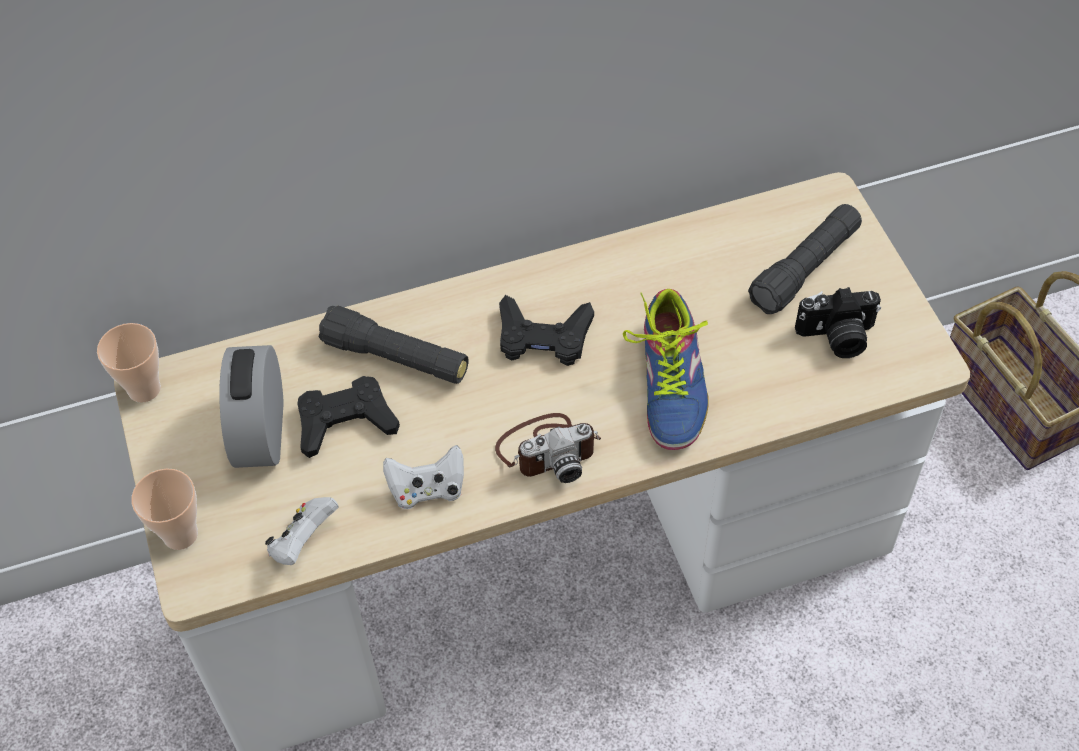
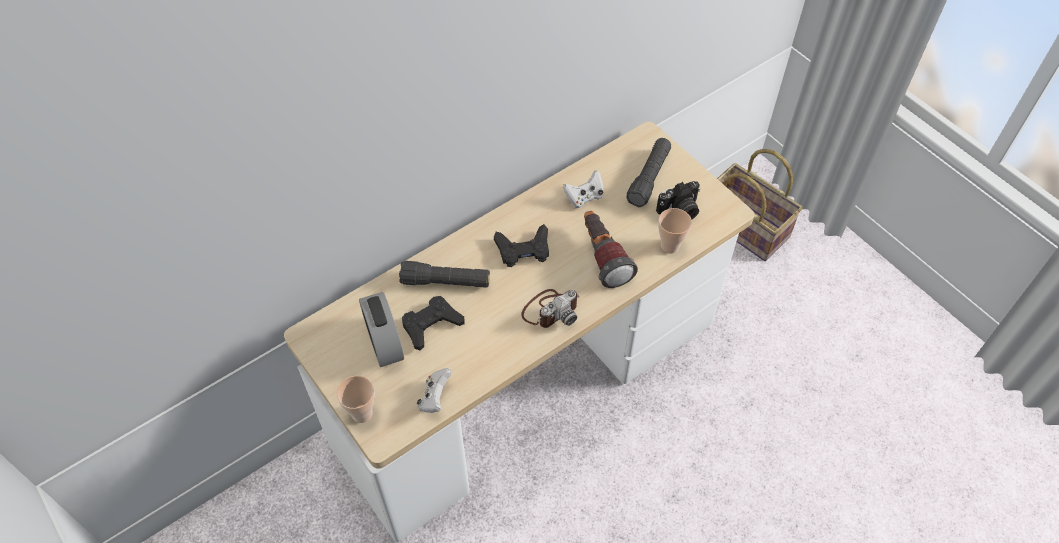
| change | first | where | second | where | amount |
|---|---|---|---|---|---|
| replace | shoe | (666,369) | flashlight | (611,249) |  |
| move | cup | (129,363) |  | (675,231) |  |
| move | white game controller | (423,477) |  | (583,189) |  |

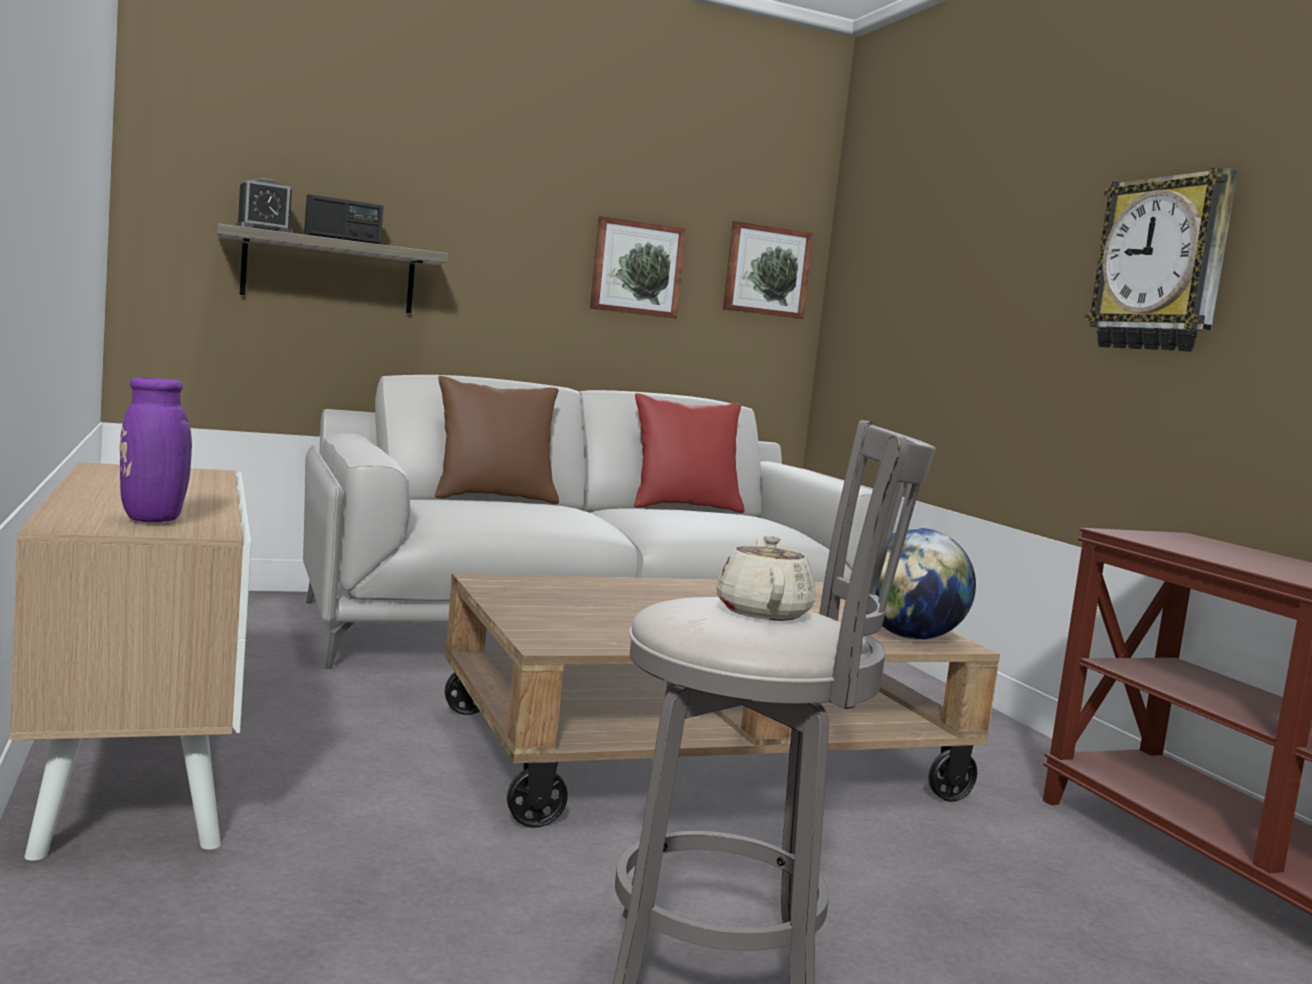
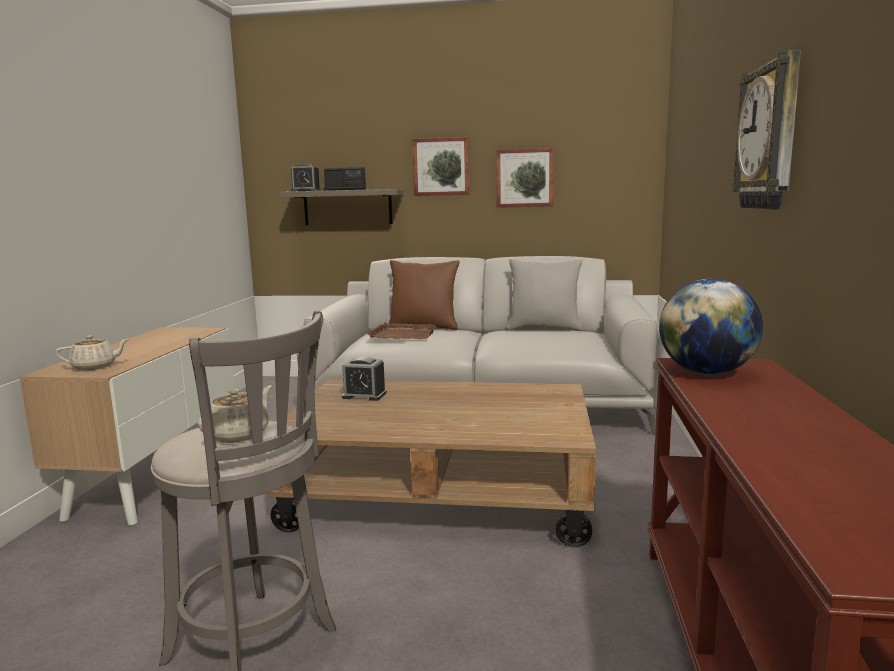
| change | first | where | second | where | amount |
|---|---|---|---|---|---|
| move | picture | (768,270) |  | (440,166) |  |
| replace | purple vase | (178,450) | beige teapot | (92,352) |  |
| recolor | red pillow | (689,453) | grey pillow | (545,295) |  |
| move | globe | (926,584) |  | (711,327) |  |
| insert |  |  | brown tray | (401,330) |  |
| insert |  |  | alarm clock | (364,379) |  |

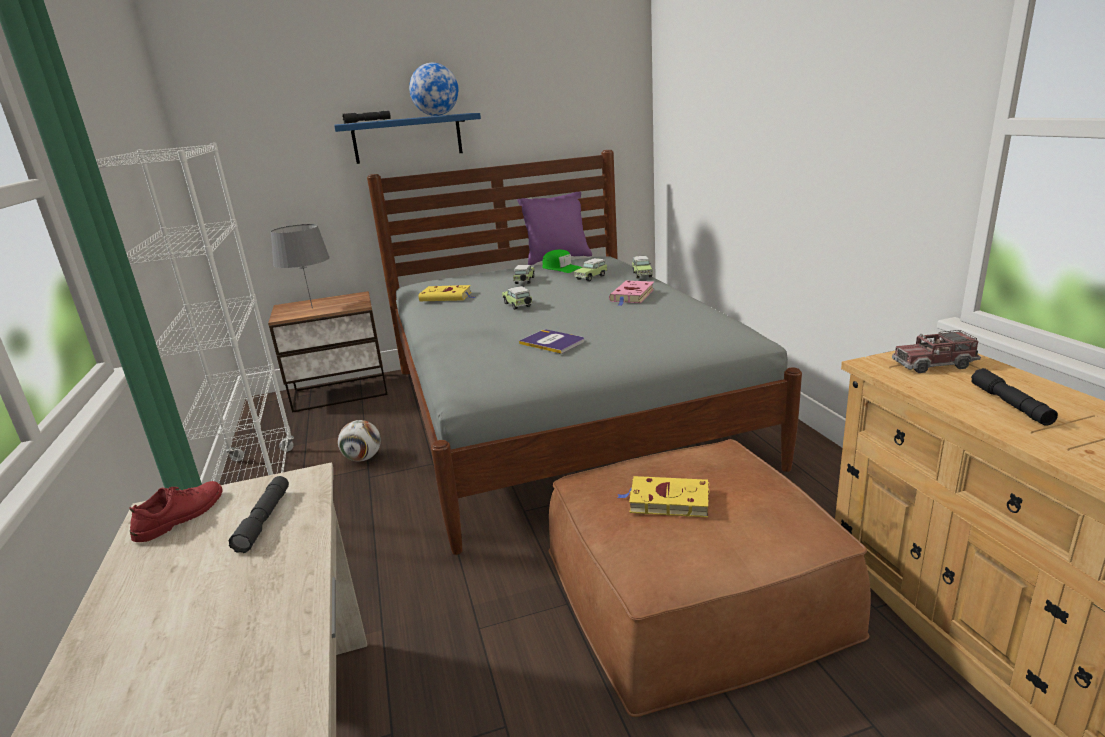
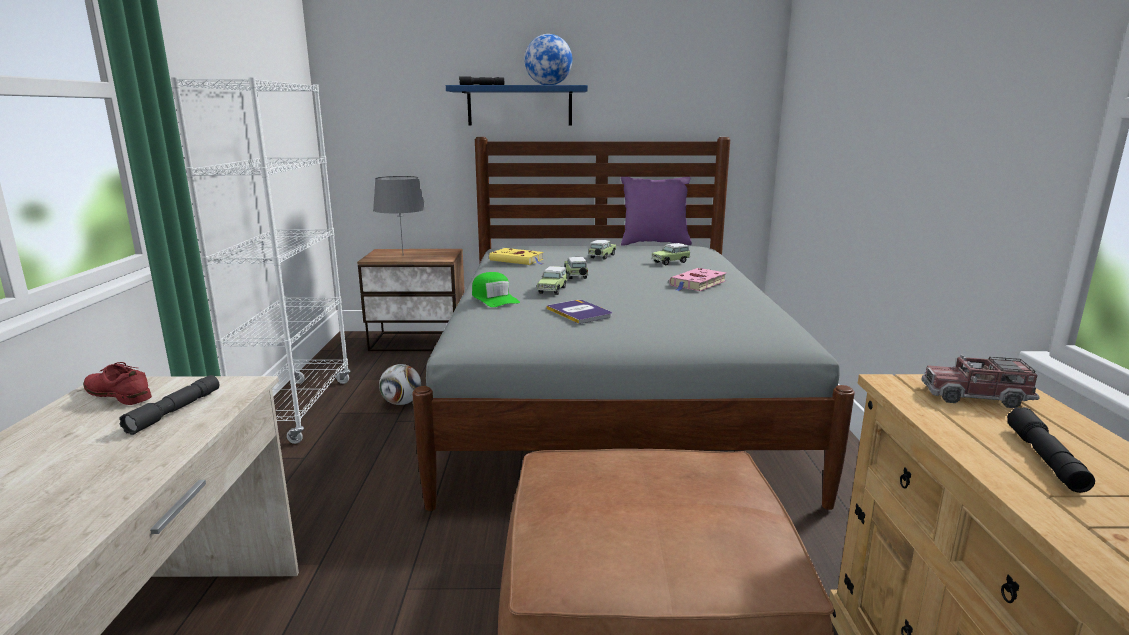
| change | first | where | second | where | amount |
|---|---|---|---|---|---|
| move | green cap | (562,261) |  | (496,289) |  |
| move | toy car | (642,267) |  | (552,280) |  |
| delete | yellow book | (663,496) |  |  |  |
| rotate | red shoe | (176,511) |  | (117,383) | 105 degrees counterclockwise |

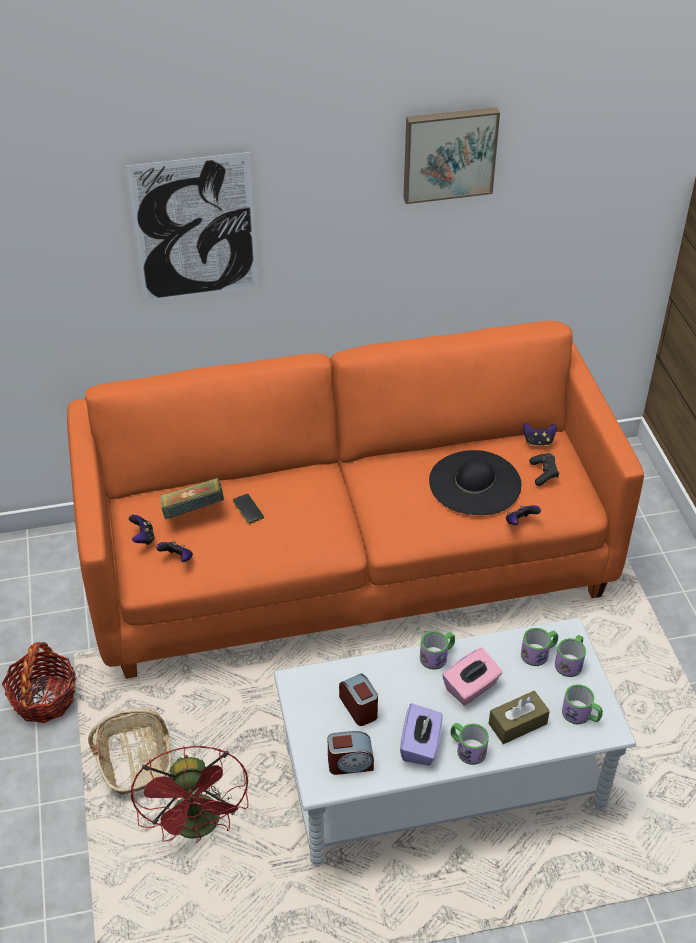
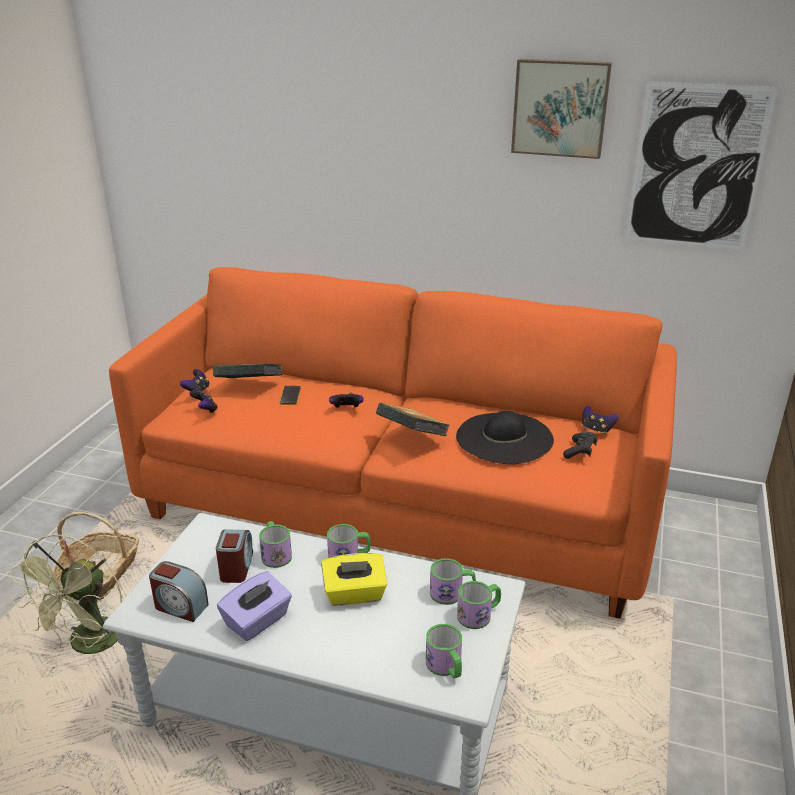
| change | first | where | second | where | amount |
|---|---|---|---|---|---|
| move | picture | (191,227) |  | (701,165) |  |
| move | game controller | (523,515) |  | (346,400) |  |
| delete | basket | (39,682) |  |  |  |
| recolor | pink tissue box | (472,676) | yellow tissue box | (354,579) |  |
| delete | brown tissue box | (519,717) |  |  |  |
| move | mug | (469,744) |  | (275,544) |  |
| recolor | red fan | (189,794) | green fan | (67,594) |  |
| insert |  |  | book | (413,419) |  |

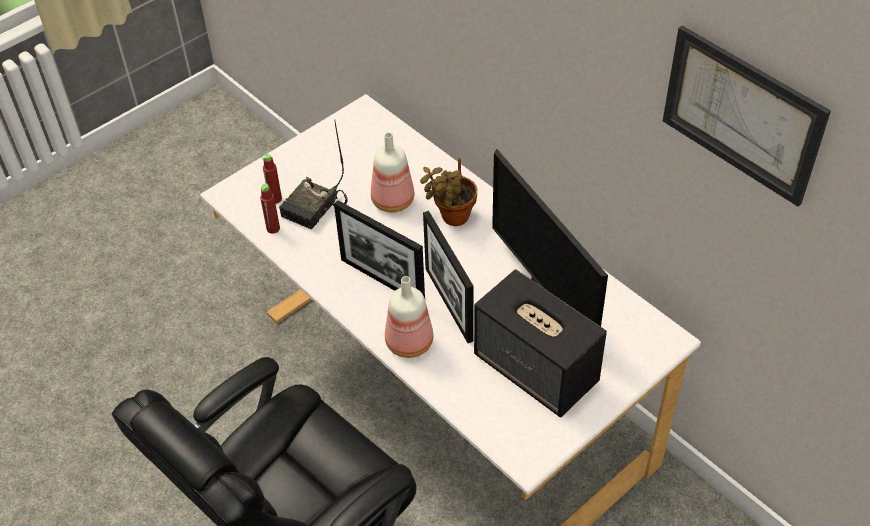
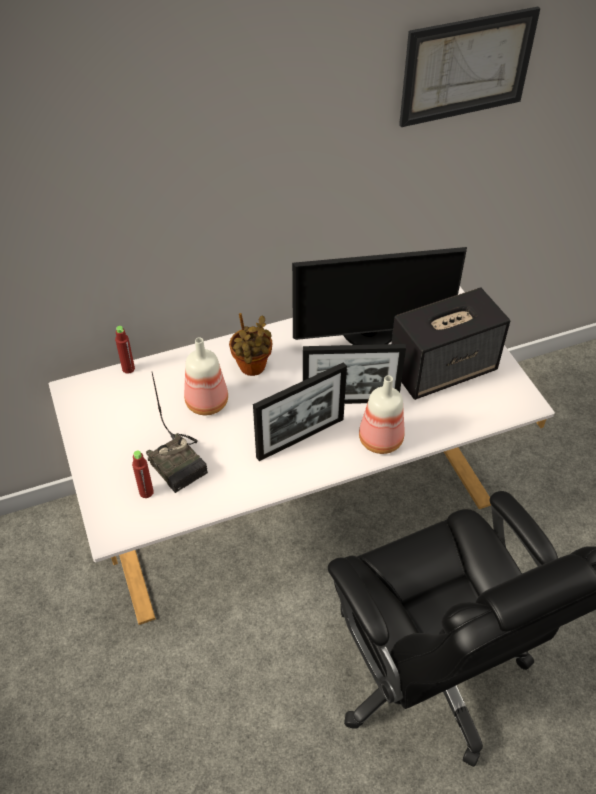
| change | first | where | second | where | amount |
|---|---|---|---|---|---|
| move | red bottle | (270,209) |  | (125,350) |  |

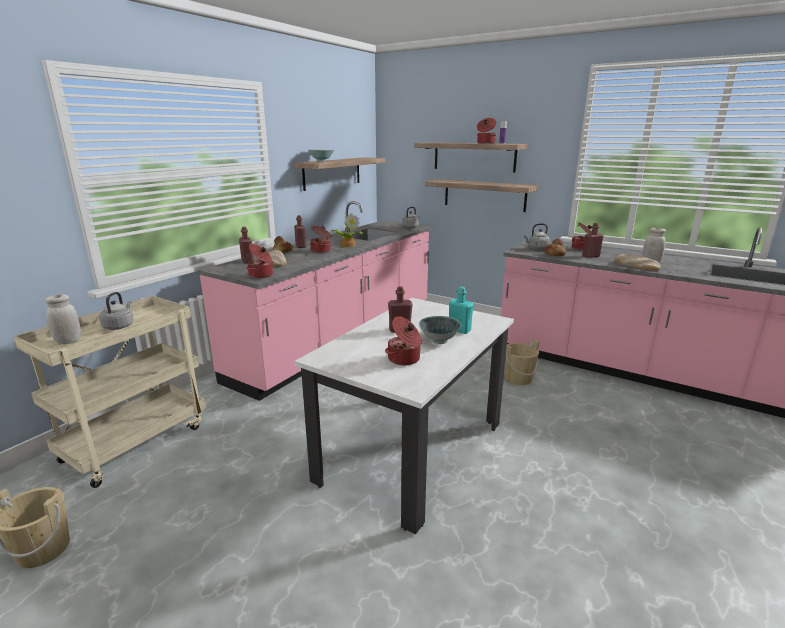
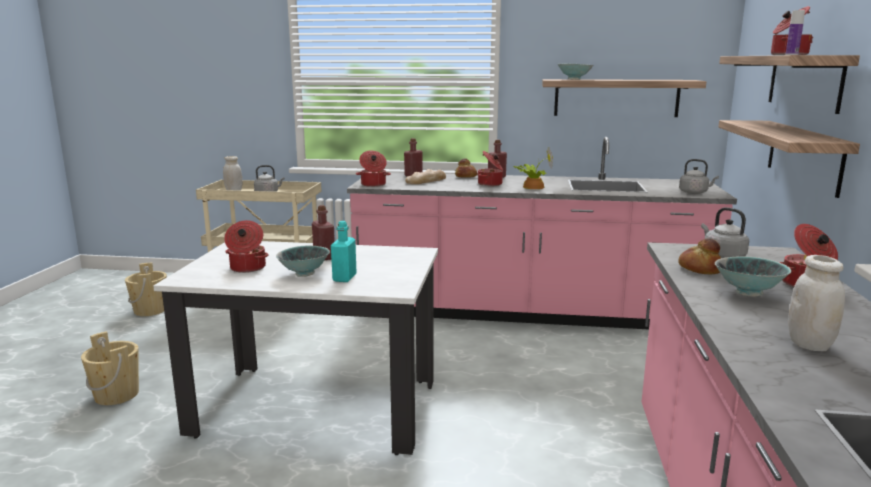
| change | first | where | second | where | amount |
|---|---|---|---|---|---|
| replace | red bottle | (592,240) | bowl | (753,276) |  |
| delete | bread | (637,262) |  |  |  |
| move | beige bucket | (522,361) |  | (110,368) |  |

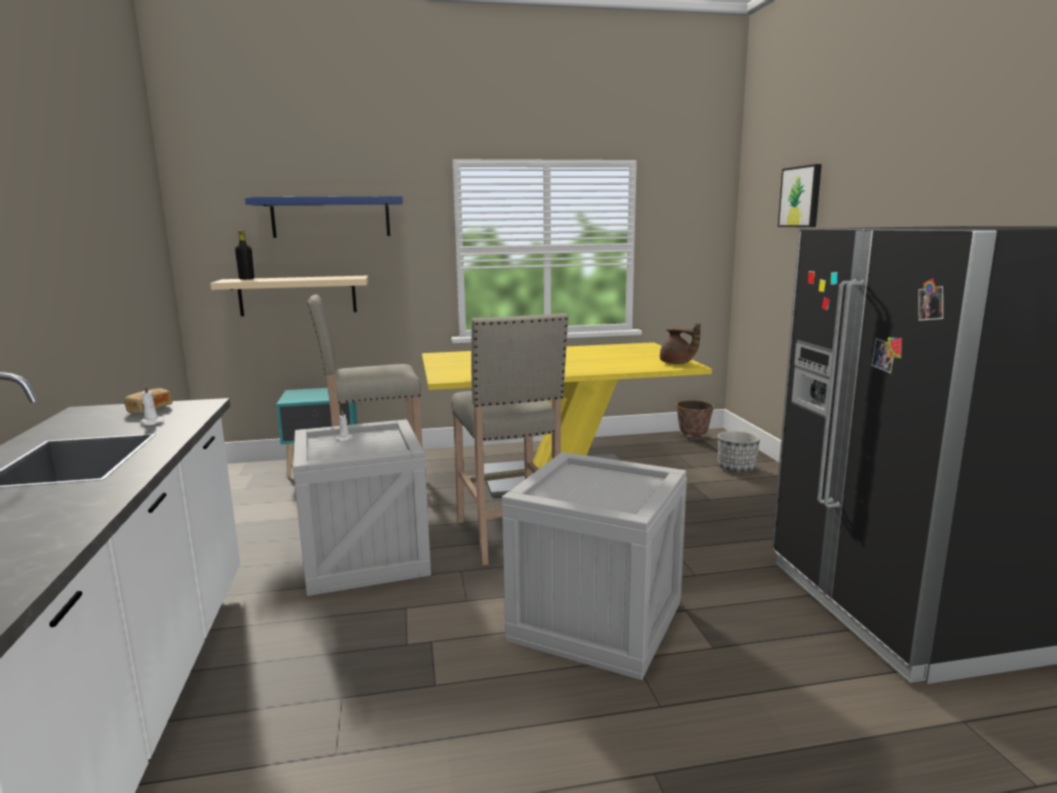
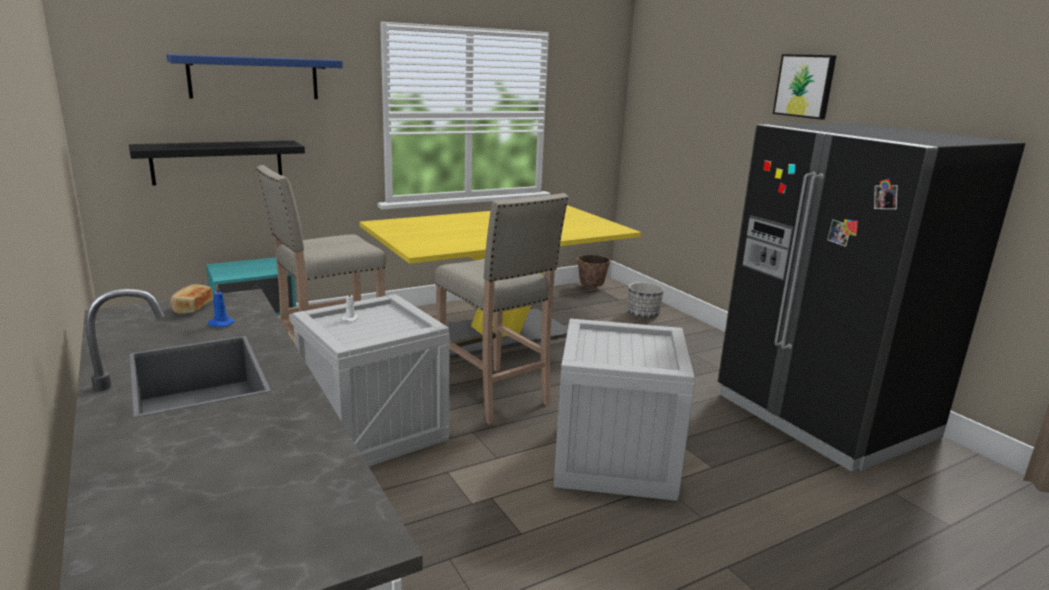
| change | first | where | second | where | amount |
|---|---|---|---|---|---|
| move | picture | (800,195) |  | (804,86) |  |
| delete | black bottle | (244,255) |  |  |  |
| recolor | beige shelf | (289,296) | black shelf | (217,163) |  |
| delete | brown teapot | (680,343) |  |  |  |
| recolor | white candle | (151,404) | blue candle | (221,305) |  |

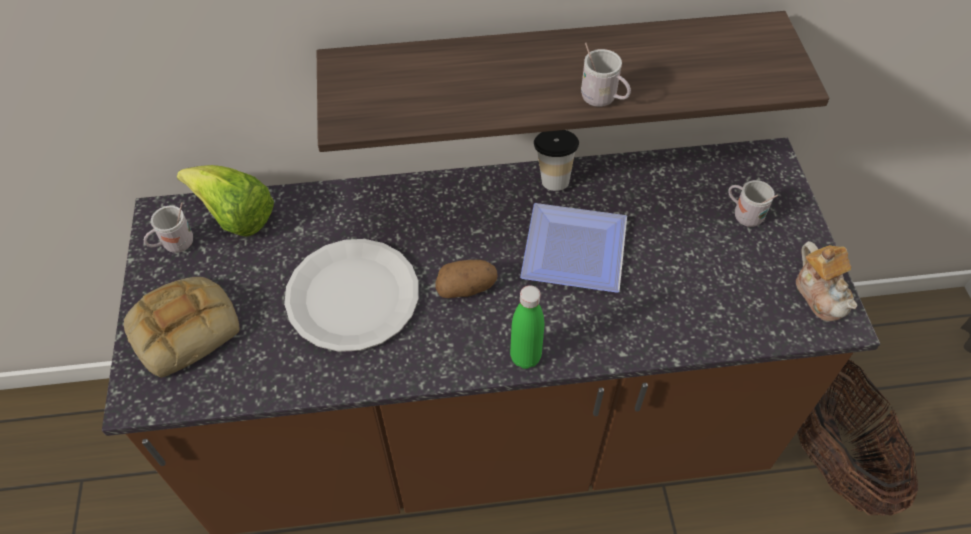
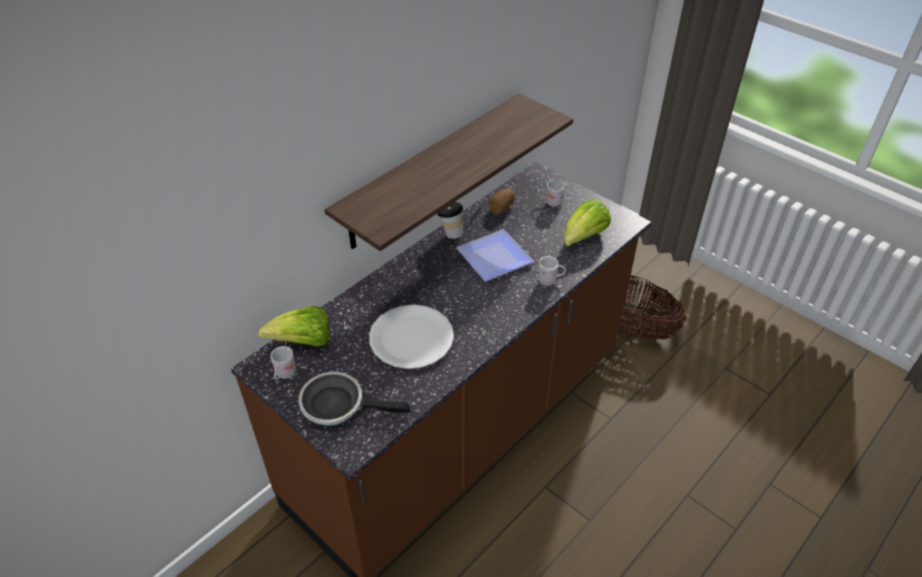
| change | first | where | second | where | amount |
|---|---|---|---|---|---|
| move | white mug | (606,74) |  | (551,271) |  |
| delete | teapot | (827,281) |  |  |  |
| move | potato | (467,279) |  | (501,201) |  |
| replace | bread | (181,327) | frying pan | (354,399) |  |
| delete | green bottle | (527,327) |  |  |  |
| insert |  |  | lettuce | (587,223) |  |

